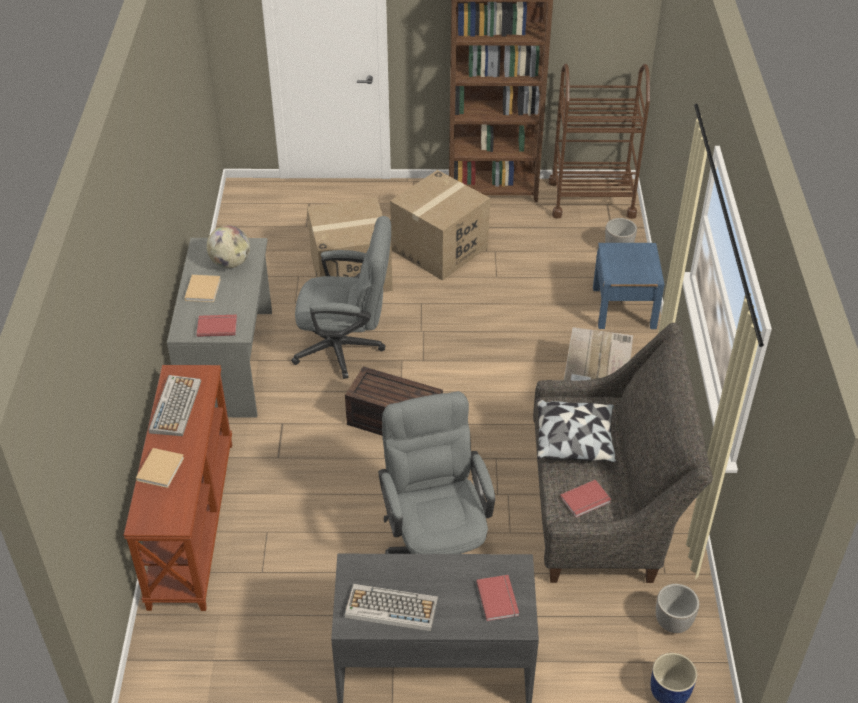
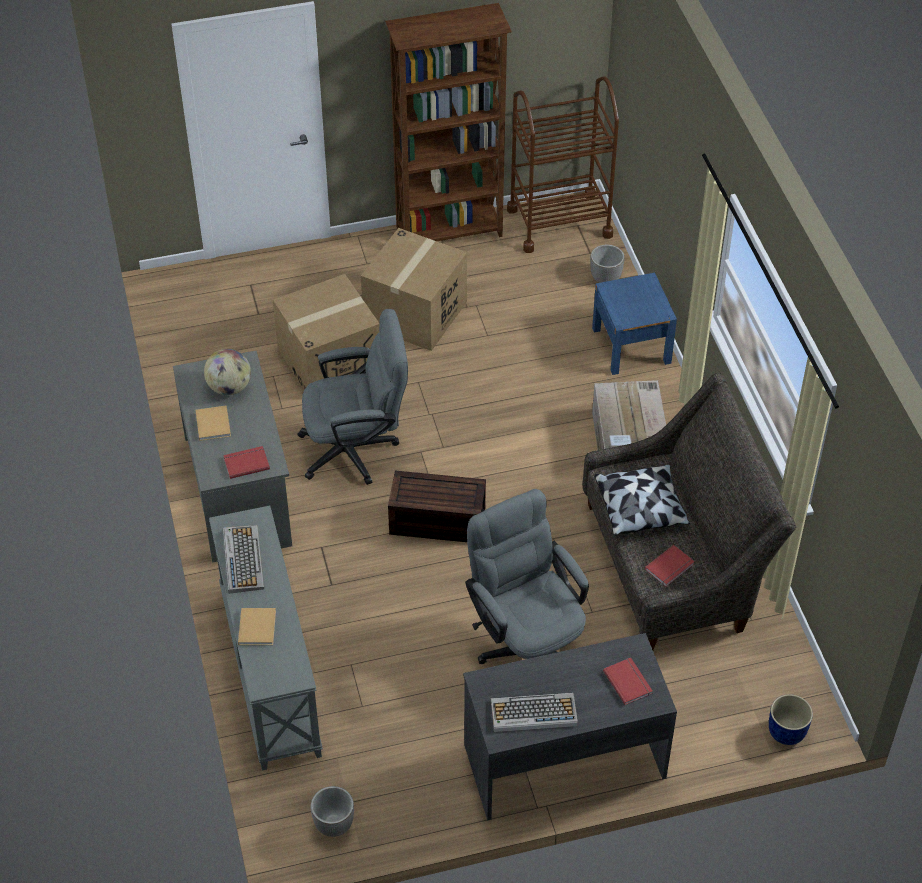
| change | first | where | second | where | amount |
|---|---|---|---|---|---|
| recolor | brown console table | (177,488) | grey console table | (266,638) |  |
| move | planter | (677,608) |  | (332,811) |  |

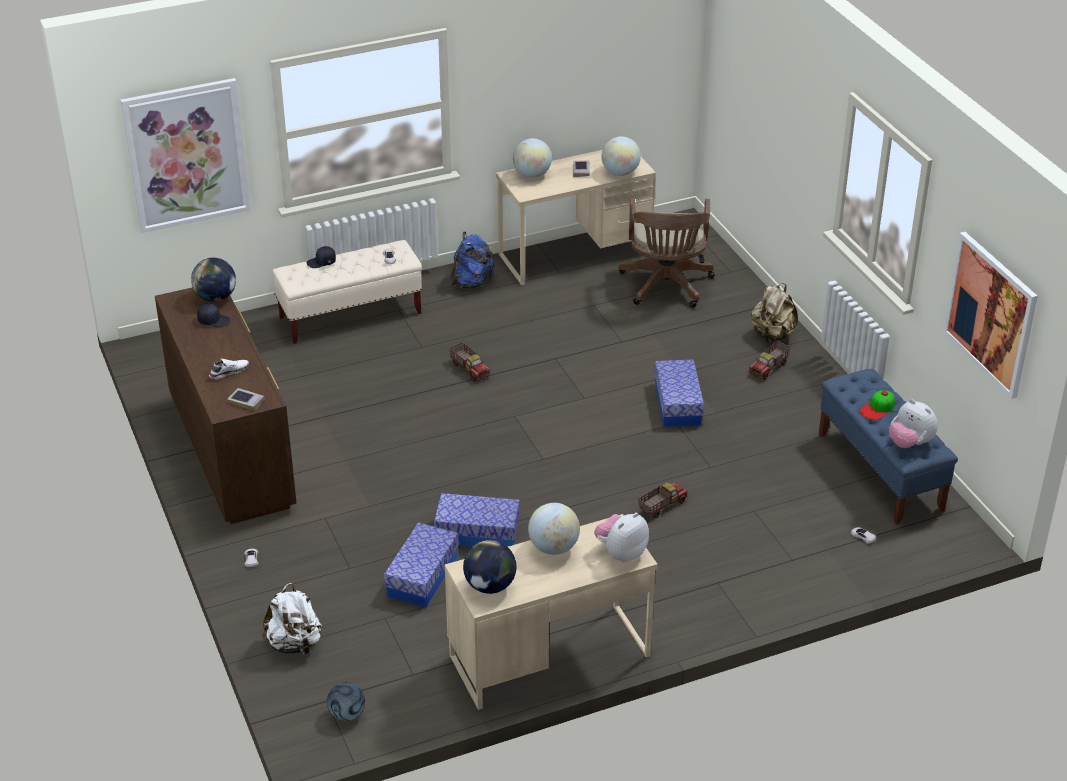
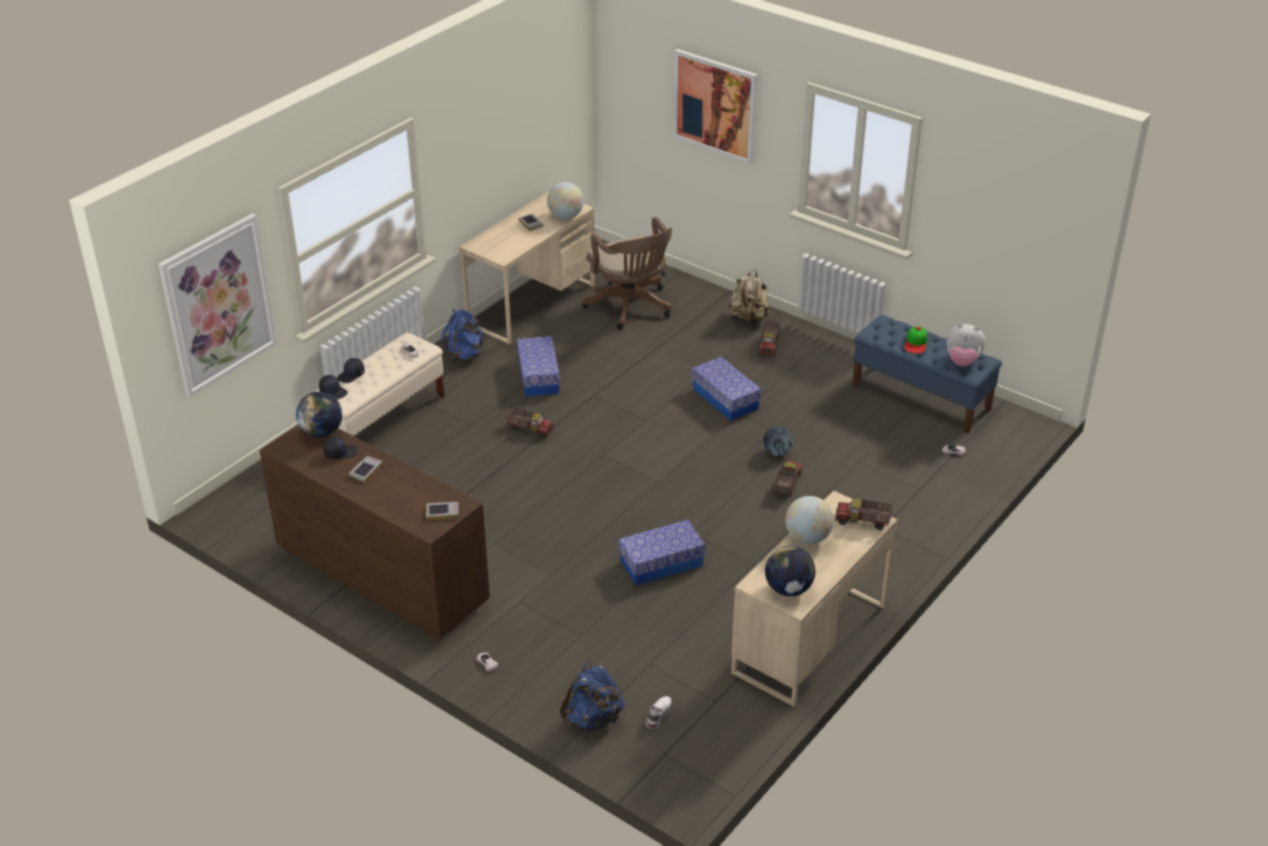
| change | first | where | second | where | amount |
|---|---|---|---|---|---|
| delete | globe | (532,158) |  |  |  |
| move | picture | (990,315) |  | (715,107) |  |
| move | white shoe | (229,369) |  | (658,712) |  |
| replace | plush toy | (621,537) | toy truck | (864,514) |  |
| move | storage box | (421,564) |  | (538,366) |  |
| recolor | white backpack | (292,619) | blue backpack | (592,696) |  |
| move | football | (346,701) |  | (778,441) |  |
| insert |  |  | black cap | (333,387) |  |
| insert |  |  | book | (366,469) |  |

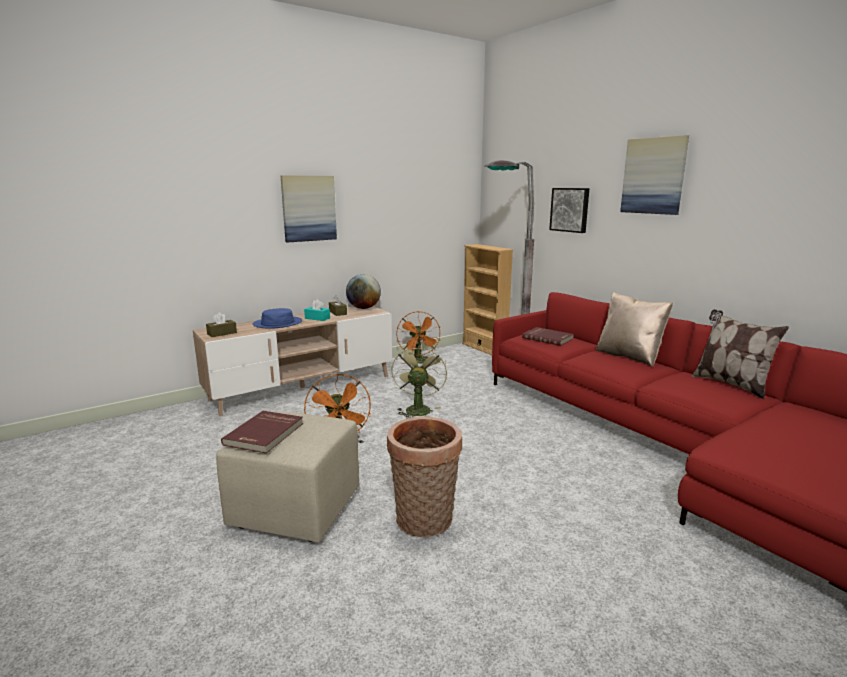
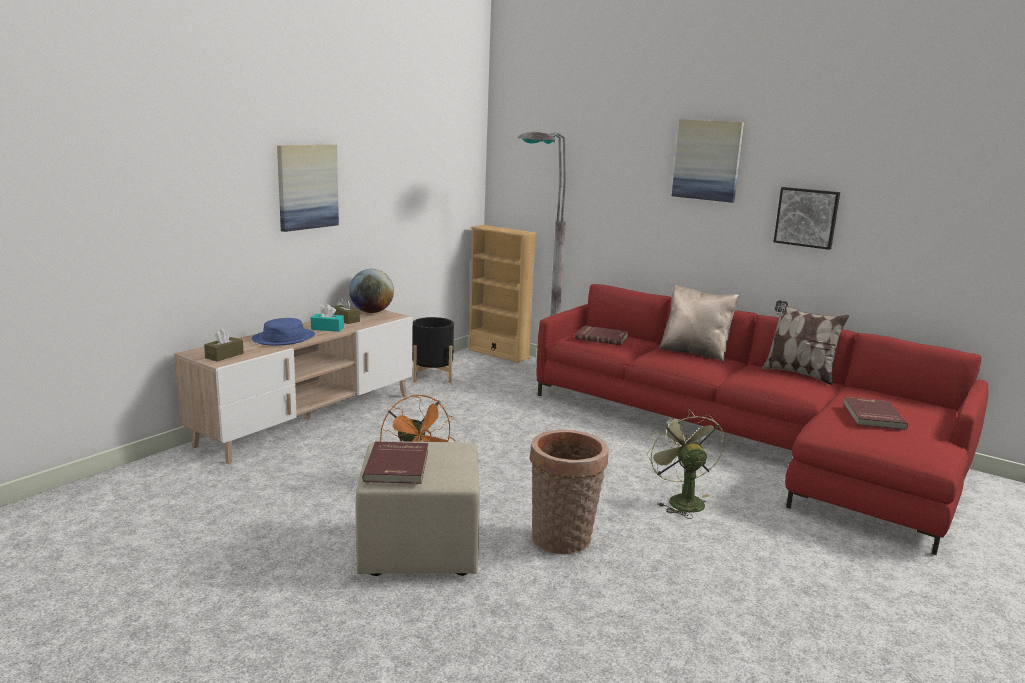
| change | first | where | second | where | amount |
|---|---|---|---|---|---|
| move | picture | (569,210) |  | (807,218) |  |
| replace | orange fan | (418,337) | black planter | (433,350) |  |
| move | green fan | (419,381) |  | (686,464) |  |
| insert |  |  | red book | (875,413) |  |

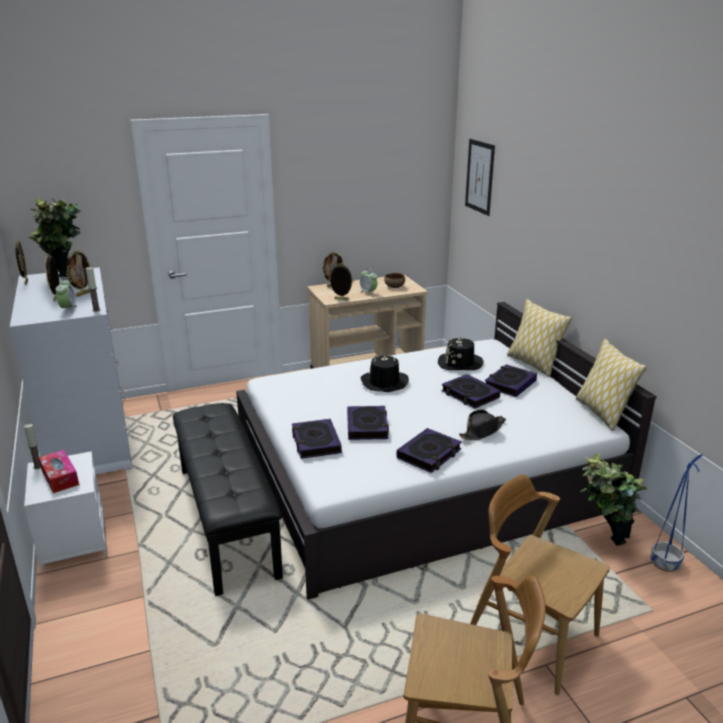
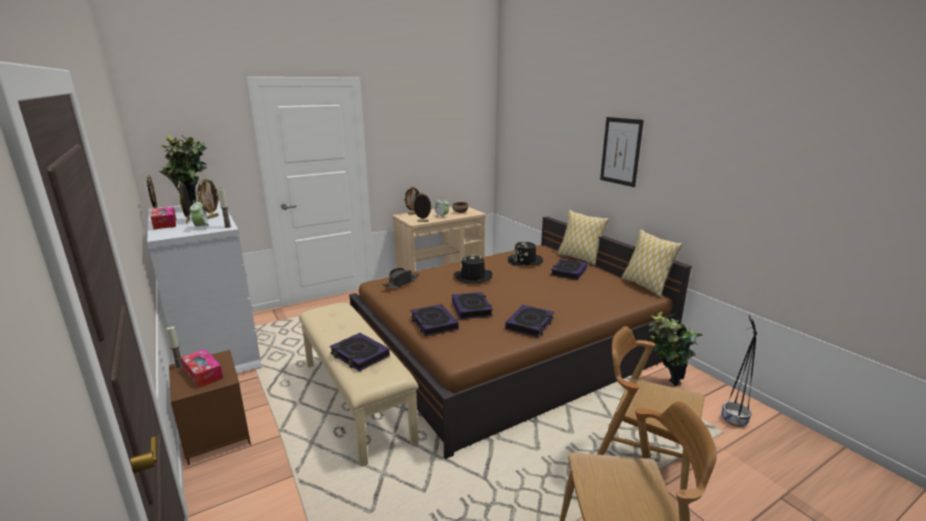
| change | first | where | second | where | amount |
|---|---|---|---|---|---|
| move | picture | (480,177) |  | (622,152) |  |
| recolor | white bed | (446,451) | brown bed | (520,337) |  |
| move | book | (471,391) |  | (359,352) |  |
| recolor | black bench | (228,499) | beige bench | (359,385) |  |
| move | black hat | (482,425) |  | (400,278) |  |
| recolor | white nightstand | (65,511) | brown nightstand | (210,407) |  |
| delete | blue planter | (676,513) |  |  |  |
| insert |  |  | tissue box | (163,218) |  |
| insert |  |  | black planter | (739,371) |  |

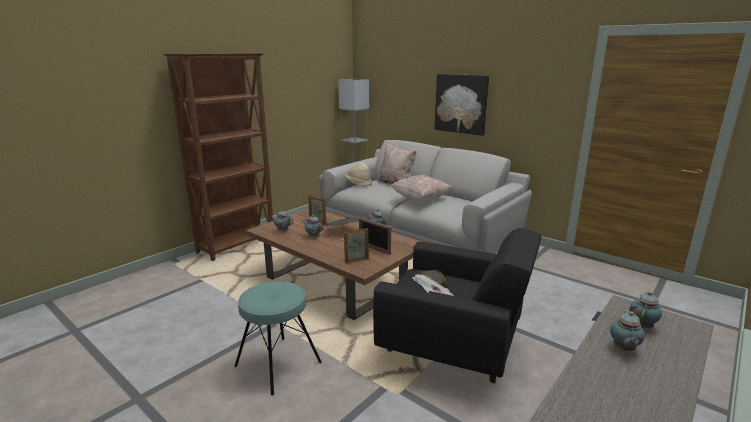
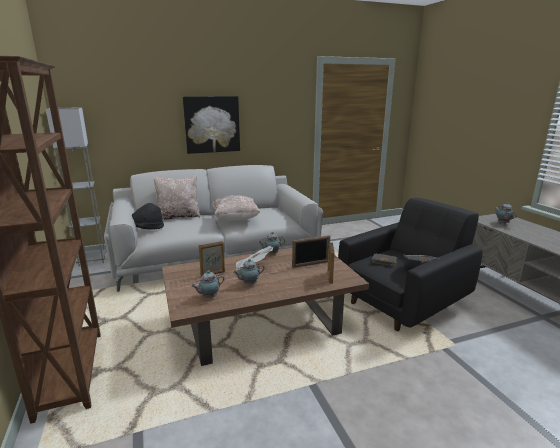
| change | first | where | second | where | amount |
|---|---|---|---|---|---|
| recolor | beige hat | (359,174) | black hat | (148,216) |  |
| delete | turquoise stool | (278,338) |  |  |  |
| delete | teapot | (627,331) |  |  |  |

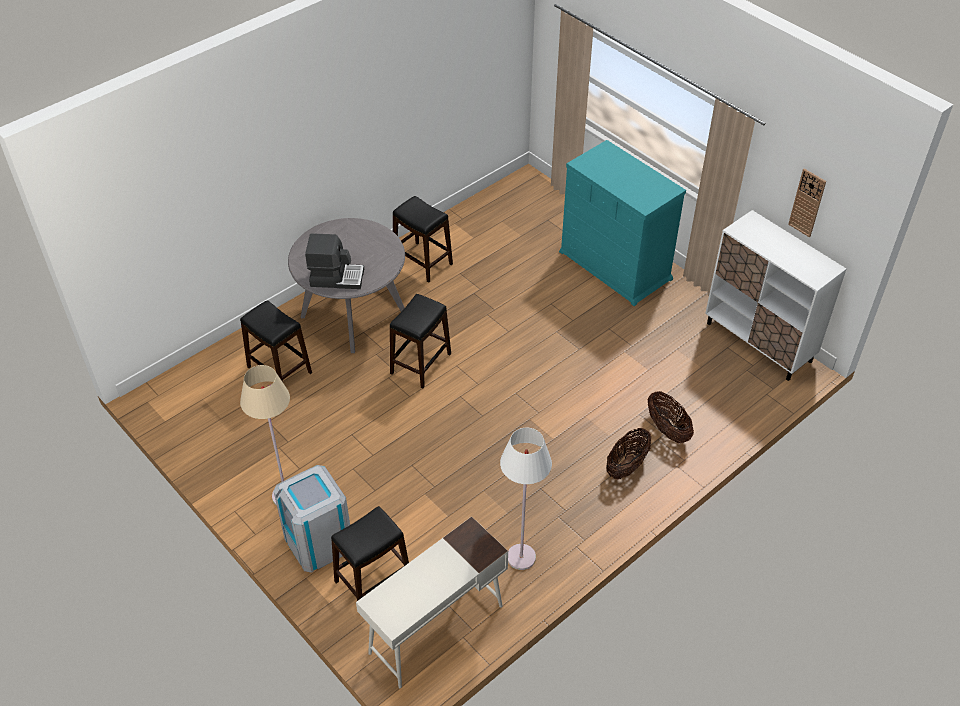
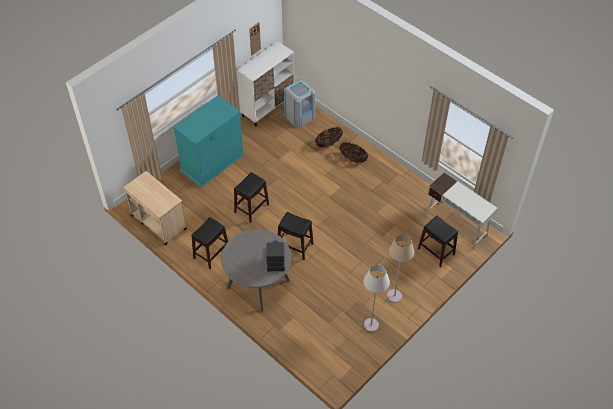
| change | first | where | second | where | amount |
|---|---|---|---|---|---|
| move | black stool | (276,341) |  | (251,197) |  |
| move | white floor lamp | (526,499) |  | (377,298) |  |
| move | grey trash can | (312,519) |  | (299,104) |  |
| insert |  |  | beige cart | (155,208) |  |

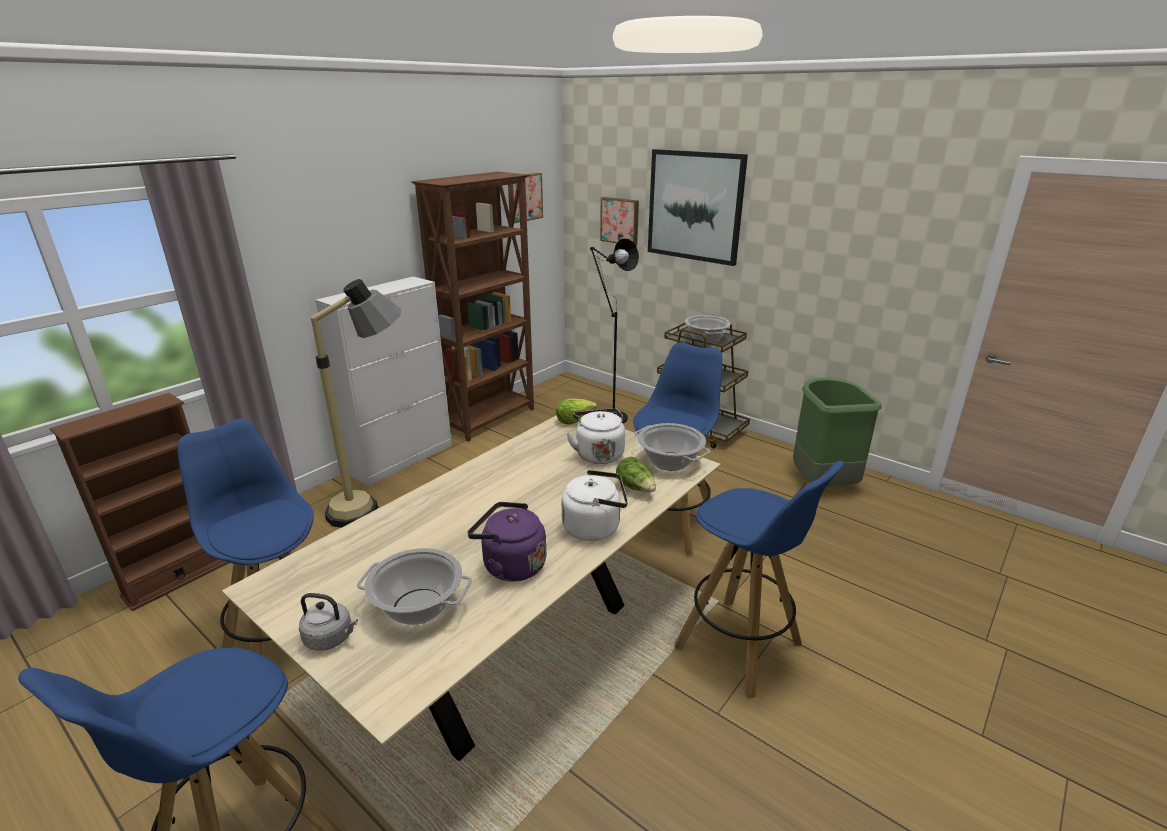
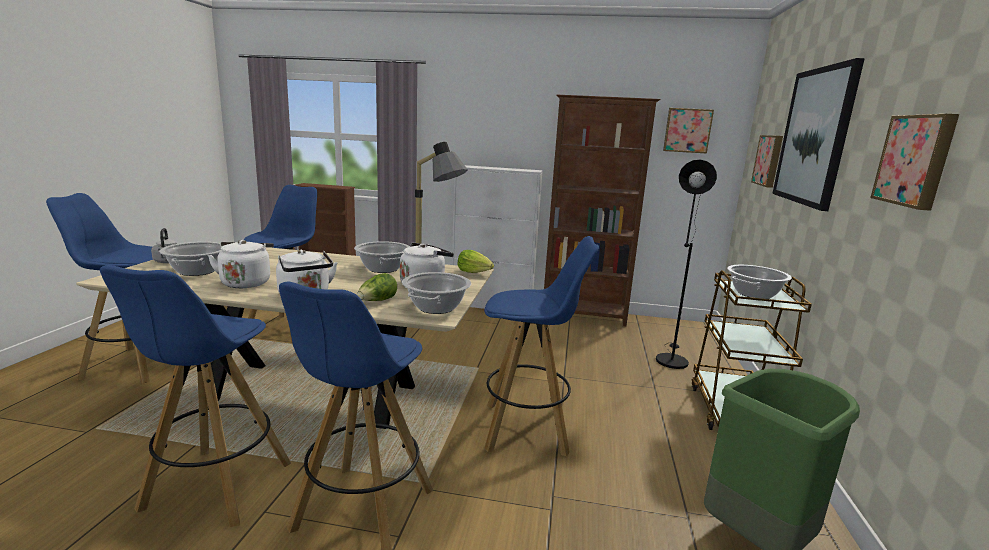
| change | first | where | second | where | amount |
|---|---|---|---|---|---|
| recolor | purple kettle | (506,542) | white kettle | (241,264) |  |
| insert |  |  | picture | (914,162) |  |
| insert |  |  | cooking pot | (382,257) |  |
| insert |  |  | blue stool | (195,396) |  |

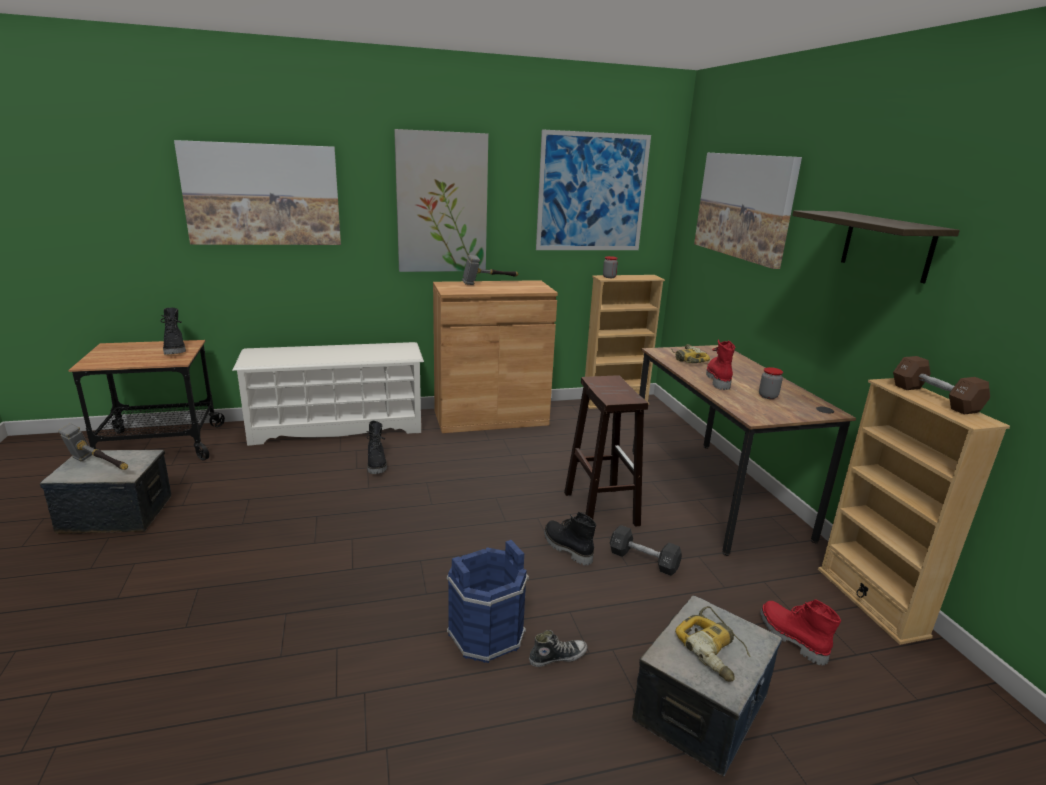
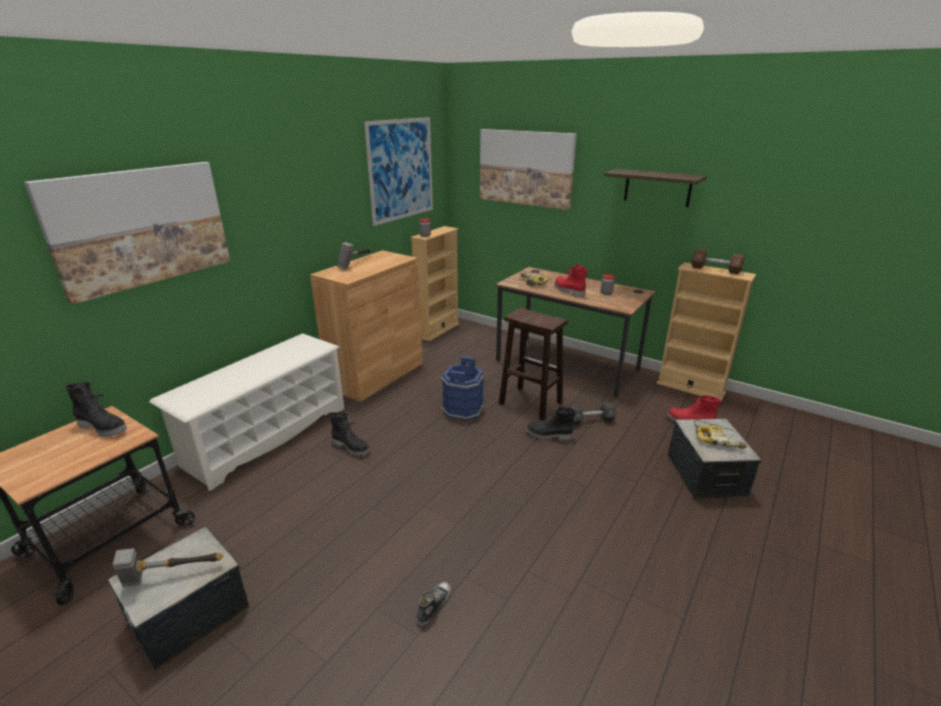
| change | first | where | second | where | amount |
|---|---|---|---|---|---|
| delete | picture | (441,200) |  |  |  |
| move | blue bucket | (488,601) |  | (462,388) |  |
| move | shoe | (558,648) |  | (433,604) |  |

